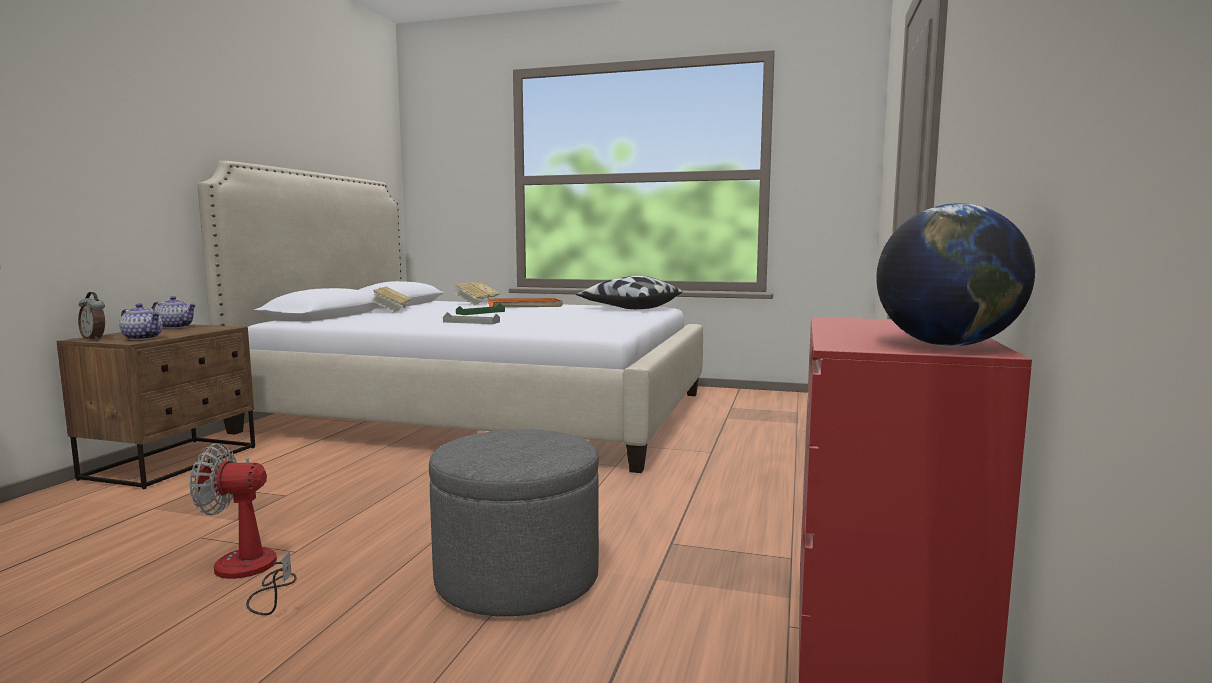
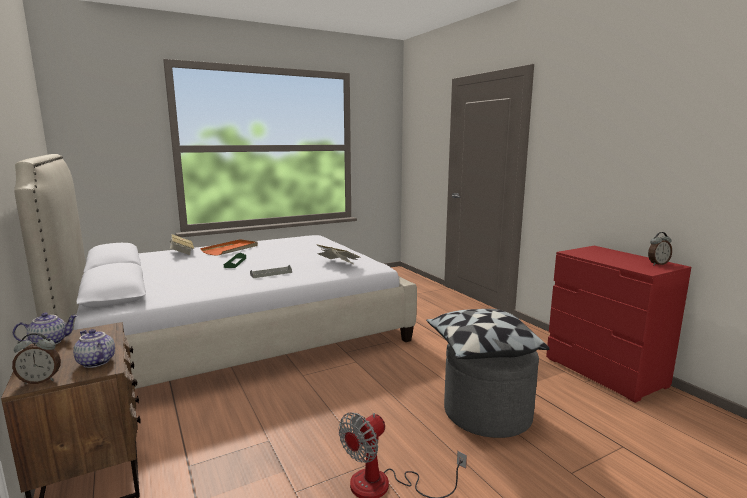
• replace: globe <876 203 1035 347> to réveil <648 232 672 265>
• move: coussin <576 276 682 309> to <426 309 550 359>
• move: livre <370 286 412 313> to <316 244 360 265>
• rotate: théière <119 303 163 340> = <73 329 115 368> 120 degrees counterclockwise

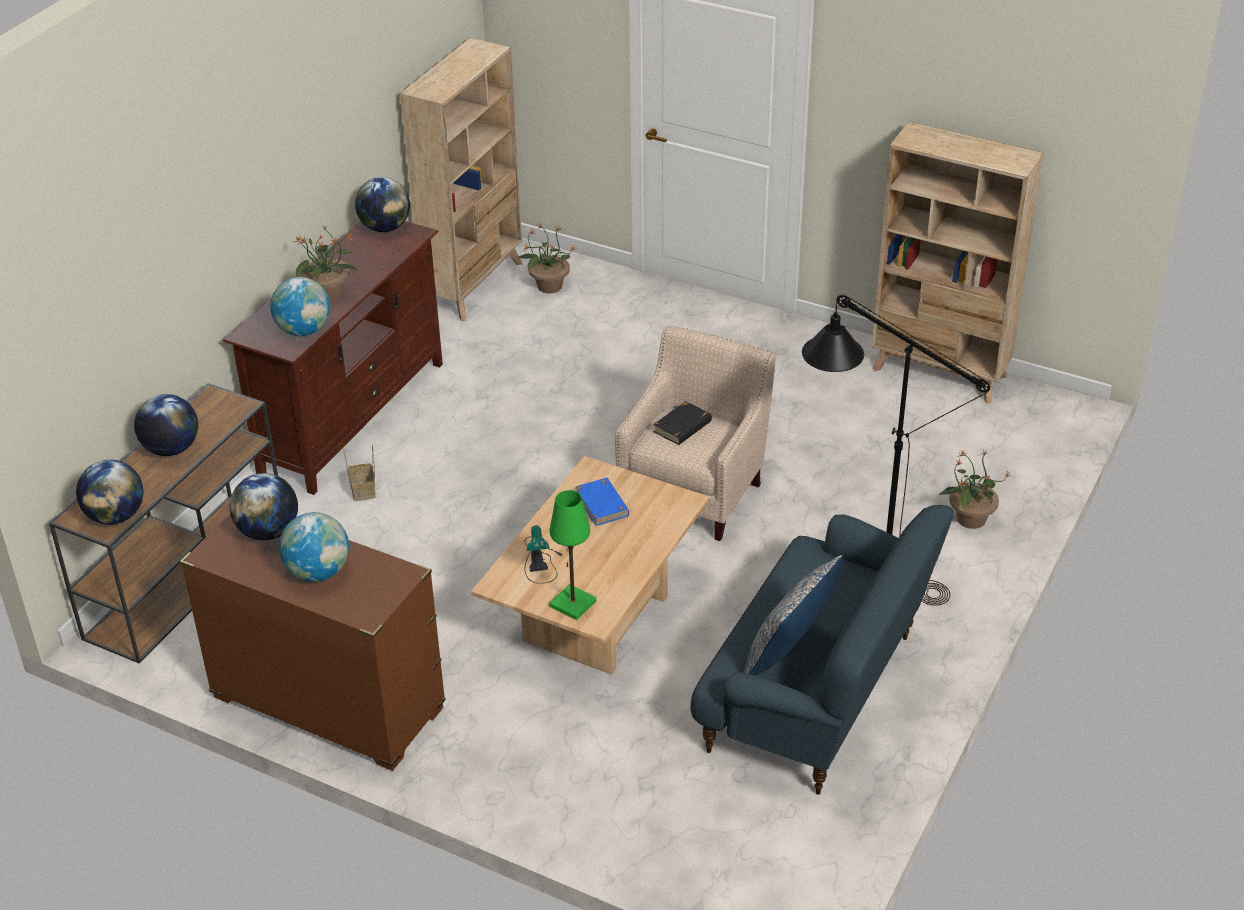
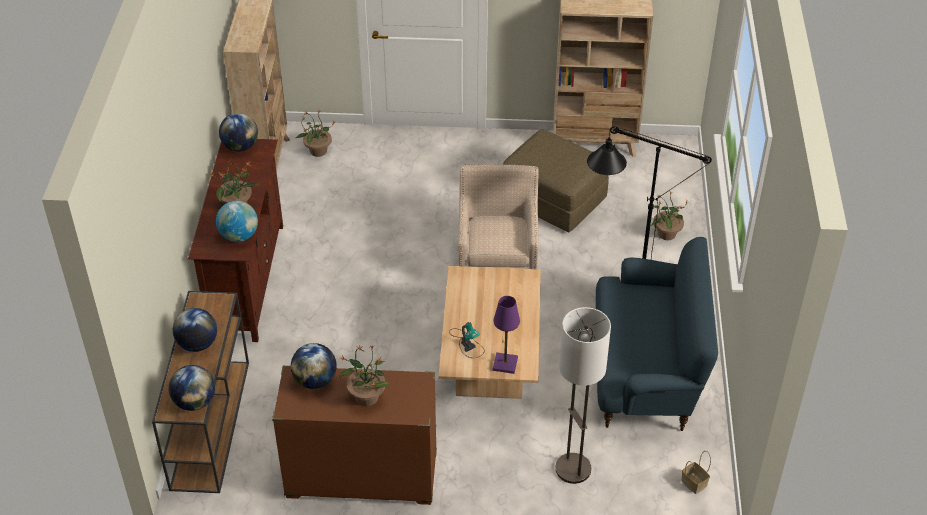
• delete: livre (noir) <653 401 712 445>
• move: panier <344 444 375 501> to <681 451 711 494>
• delete: livre (bleu) <575 477 629 526>
• recolor: lampe de table (vert) <549 490 596 620> to lampe de table (violet) <493 296 520 374>
• replace: globe <279 512 349 582> to plante en pot <339 344 390 406>
• delete: coussin <744 555 843 675>
• insert: pouf (marron) <503 129 609 232>
• insert: lampadaire <555 307 611 484>

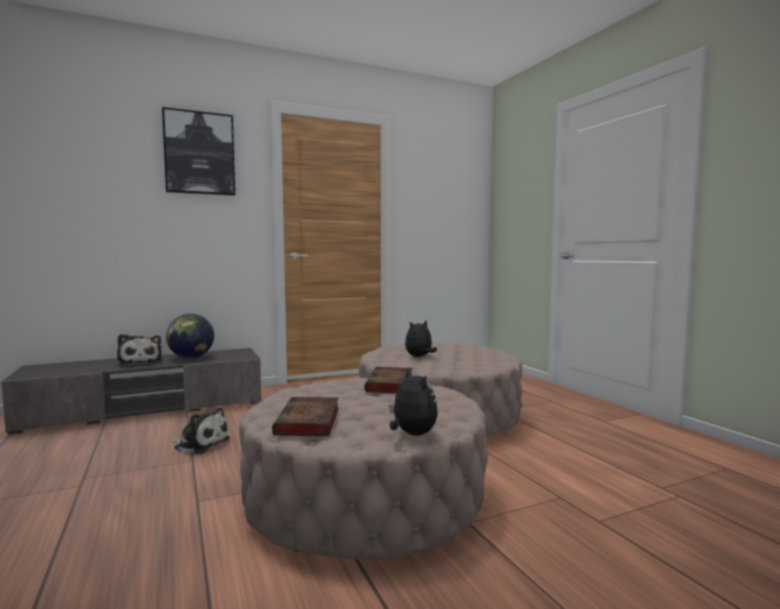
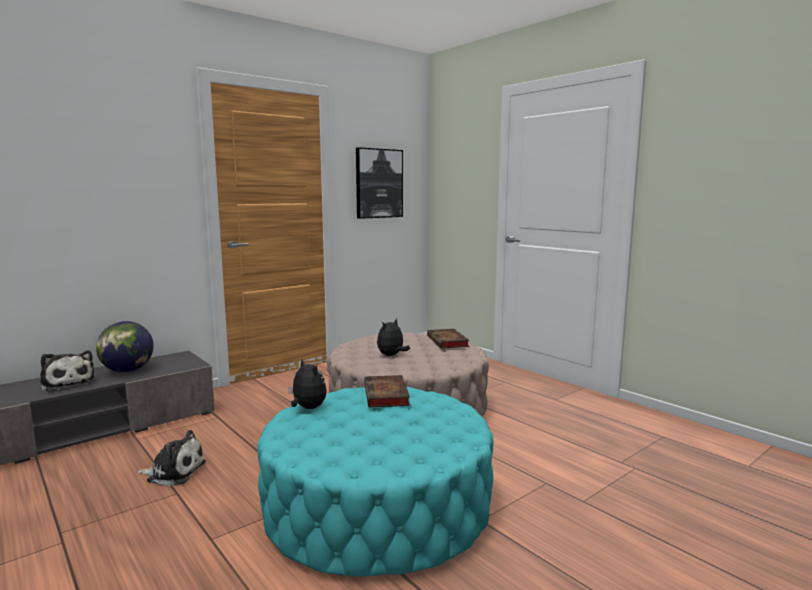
• move: tableau <162 107 235 196> to <356 147 403 219>
• move: peluche <389 368 438 436> to <288 359 327 409>
• recolor: pouf (beige) <239 378 487 559> to pouf (turquoise) <257 387 493 576>
• move: livre <272 397 339 436> to <427 329 469 349>

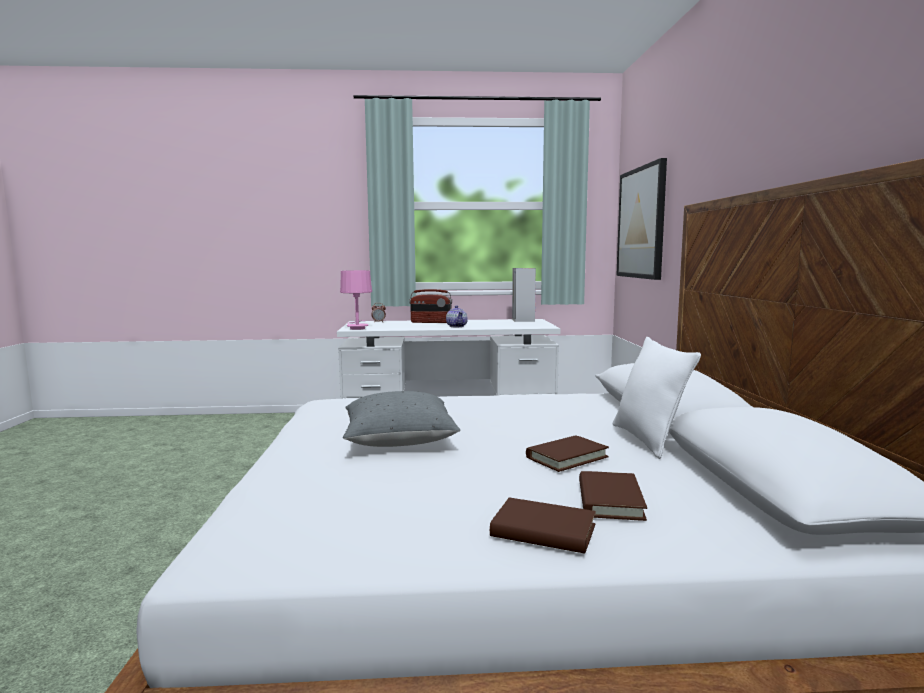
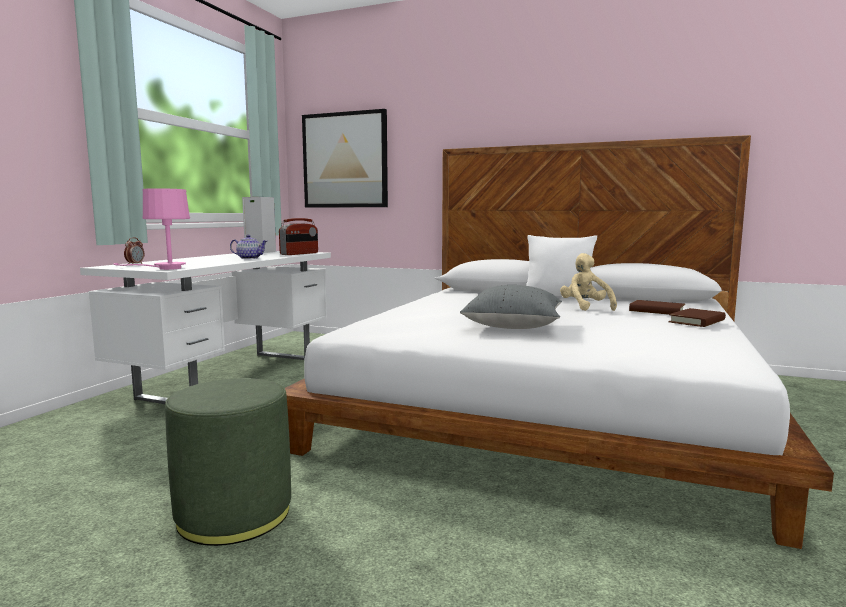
• move: radio <409 289 452 323> to <279 218 318 255>
• replace: livre (marron) <526 435 609 472> to peluche (beige) <560 253 617 311>
• insert: pouf (vert) <165 378 291 546>

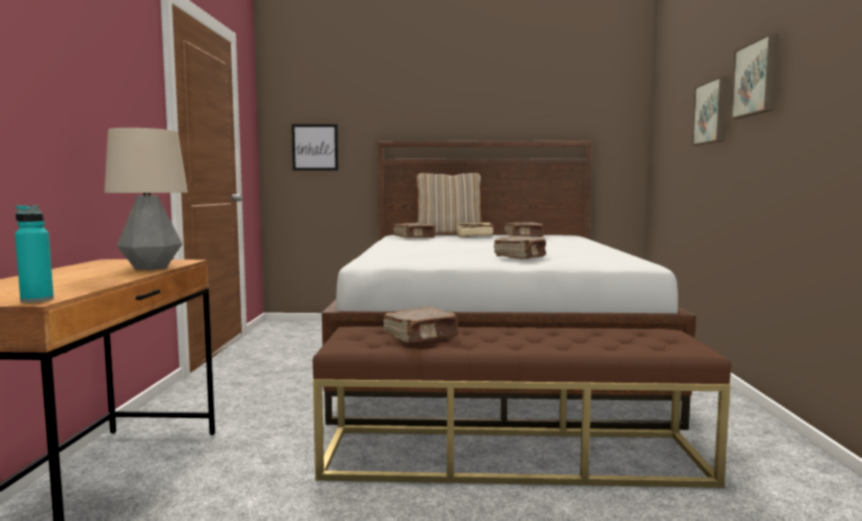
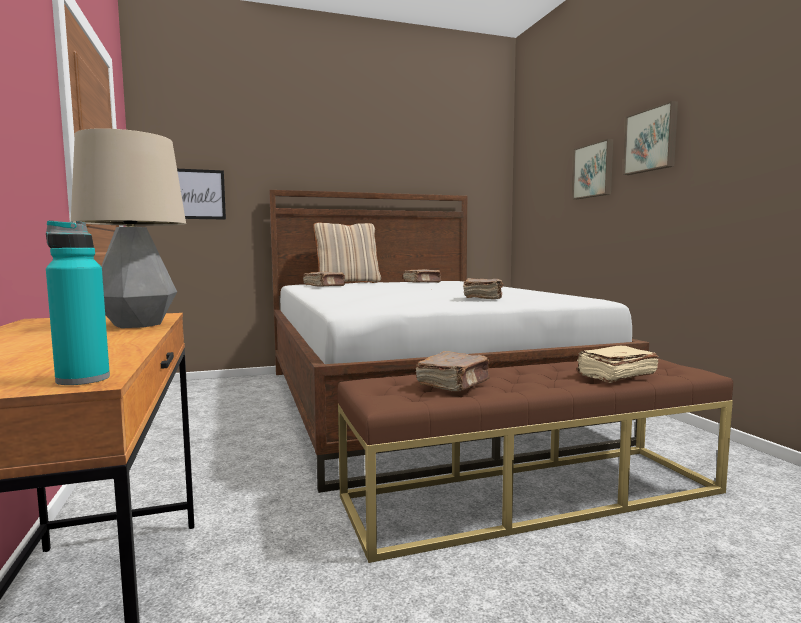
• move: livre (beige) <457 223 494 237> to <577 346 659 383>

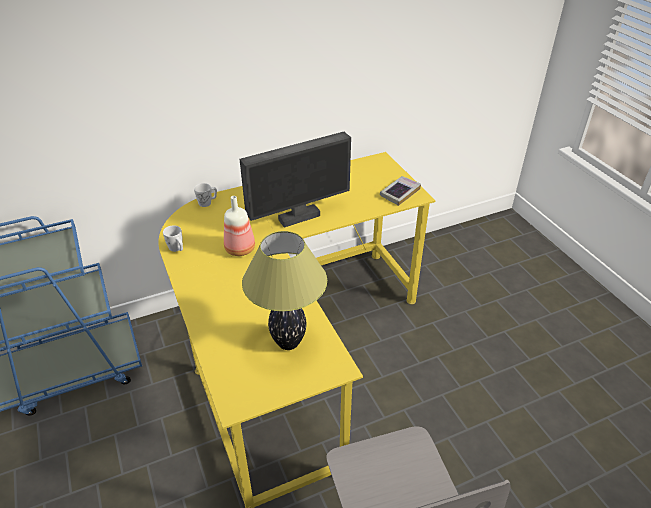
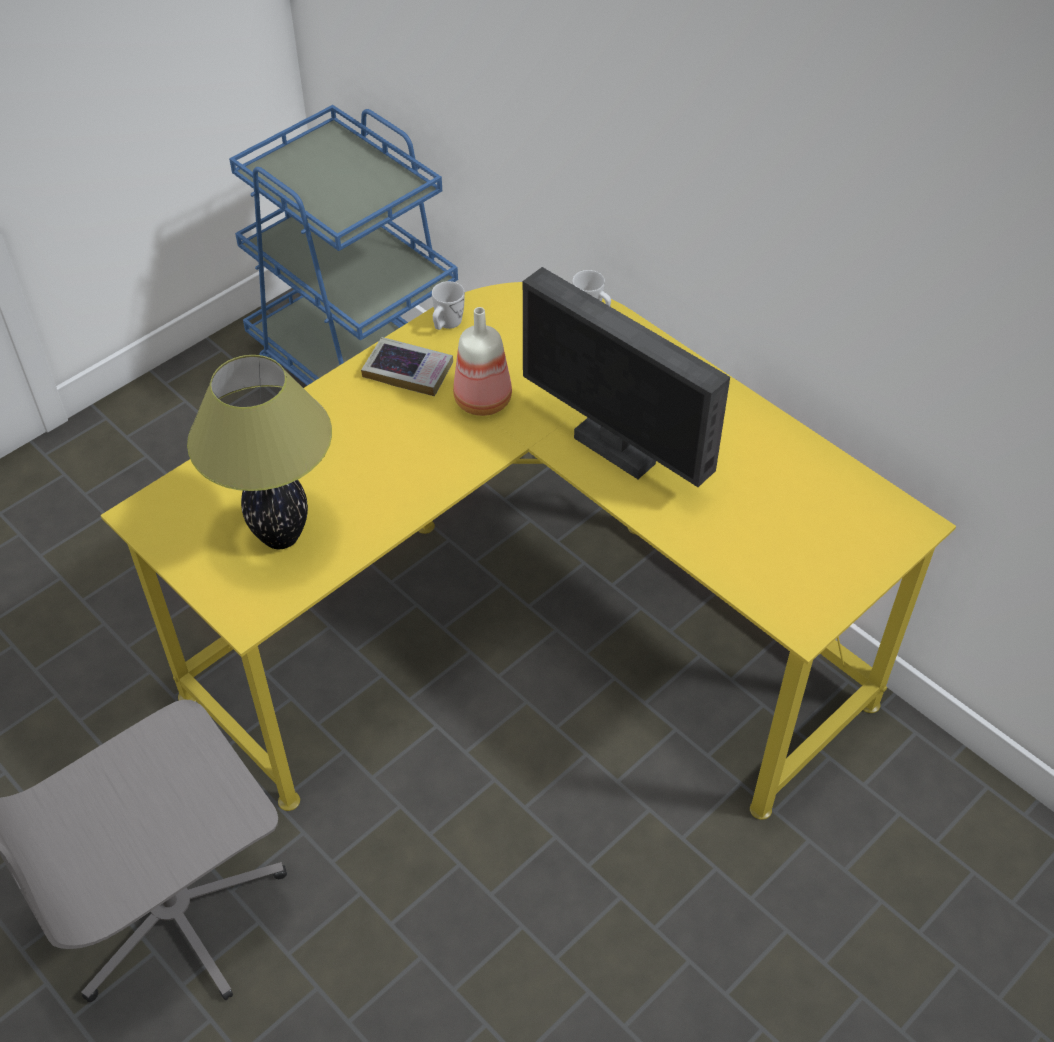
• move: livre <380 176 421 206> to <361 337 453 396>

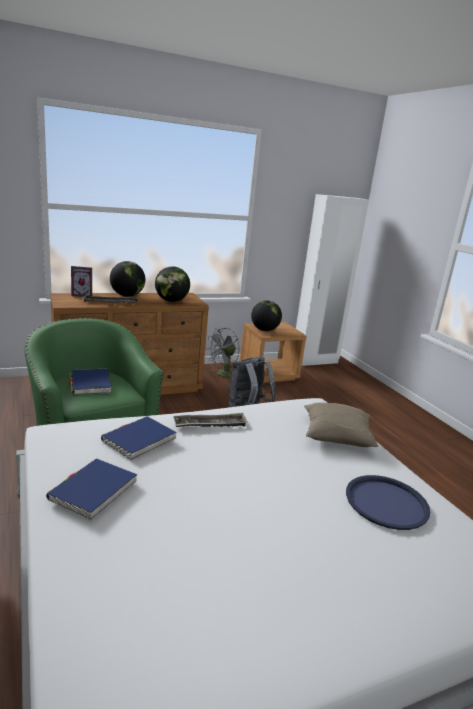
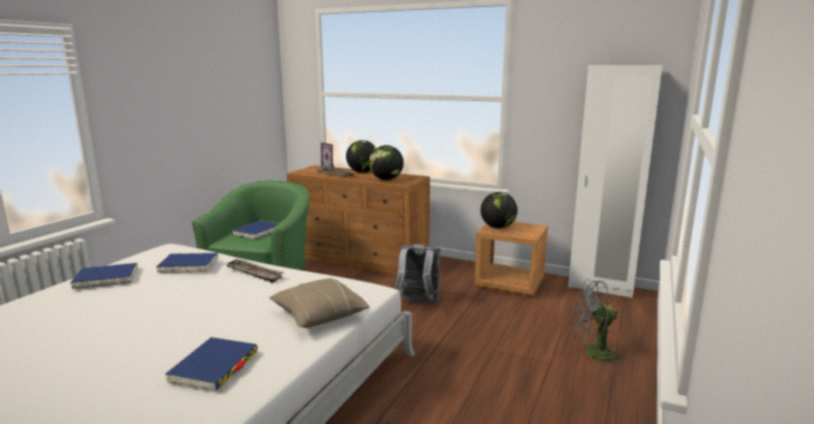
• move: ventilateur (gris) <206 328 239 377> to <573 279 626 367>
• replace: plateau (bleu) <346 475 431 530> to livre (bleu) <165 337 258 390>

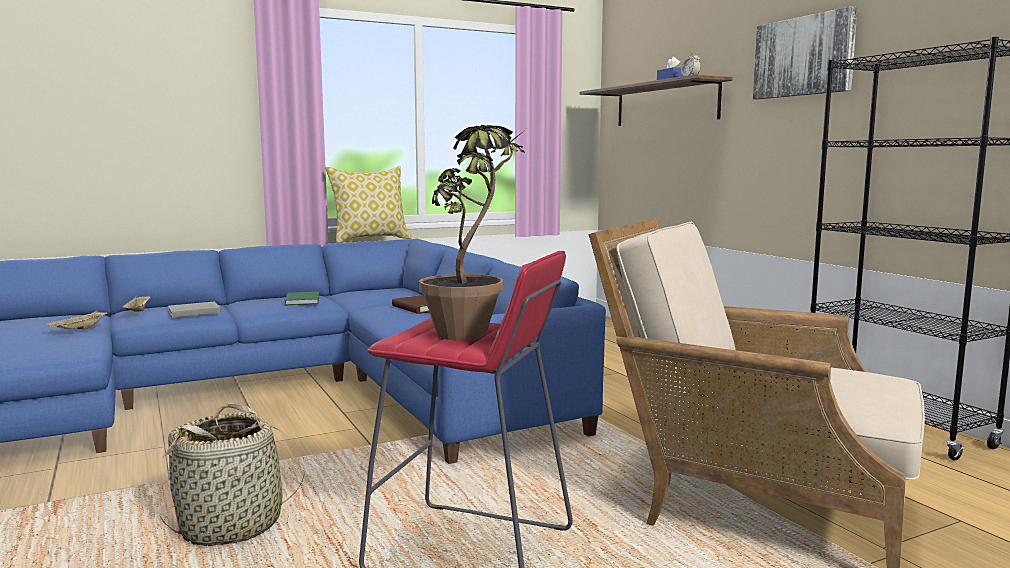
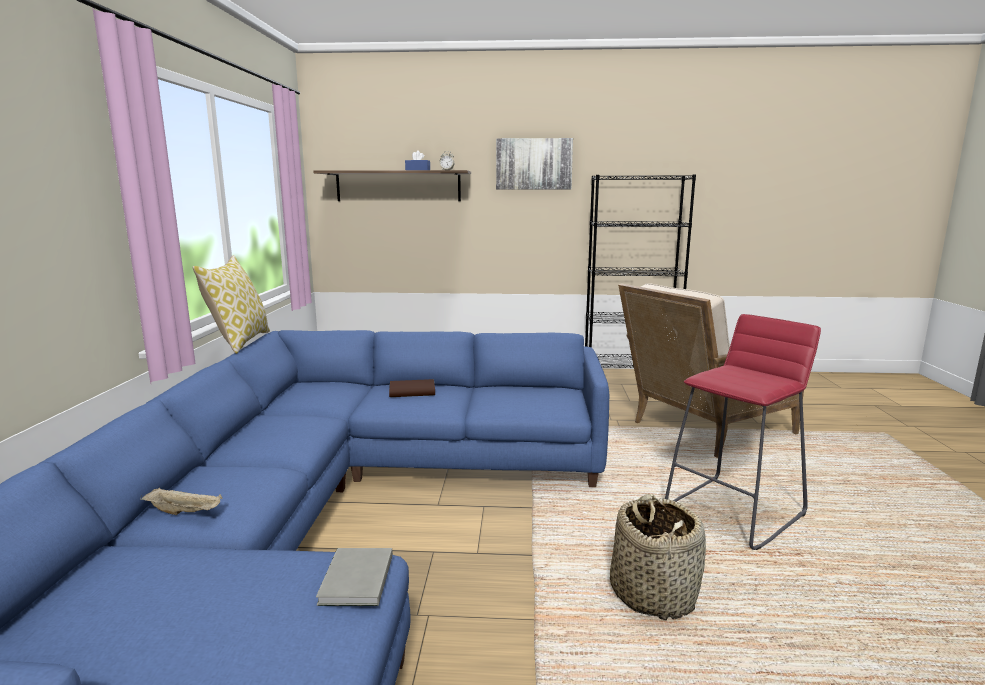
• delete: plante en pot <419 125 525 340>
• delete: livre (vert) <285 291 319 305>
• move: livre (gris) <168 302 220 317> to <316 548 393 606>
• delete: plateau (beige) <45 310 107 329>

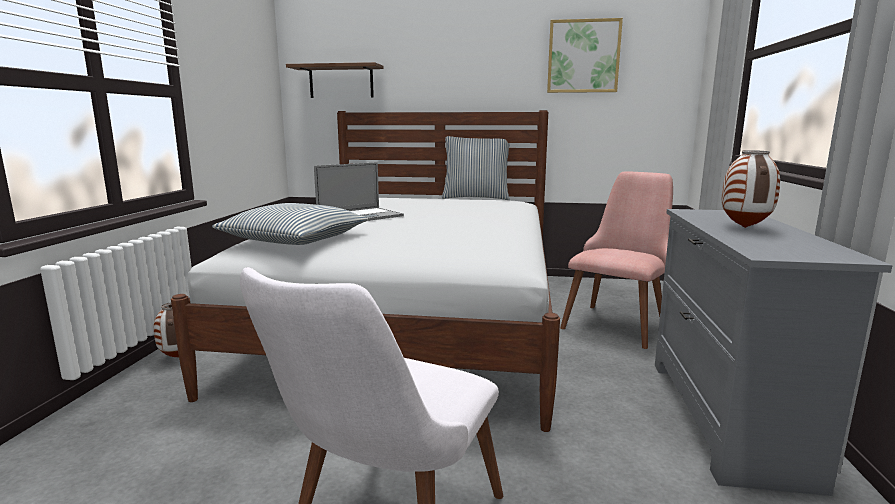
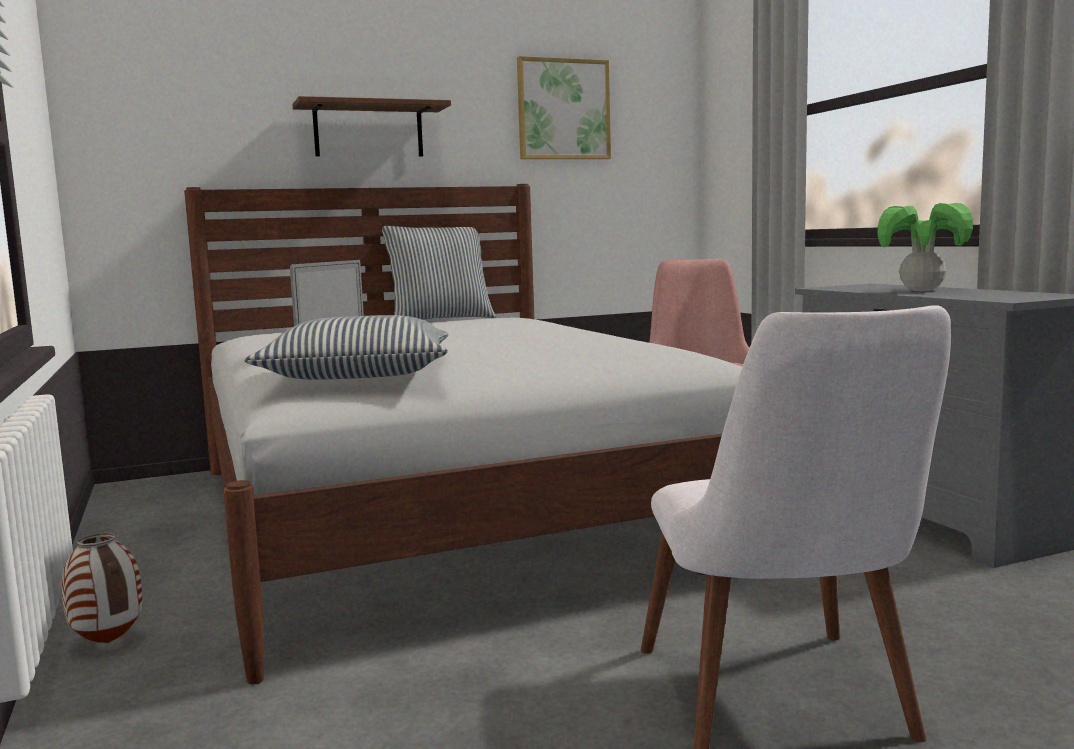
• move: étagère (marron) <286 62 384 98> to <292 96 451 157>
• replace: vase <722 150 780 228> to plante en pot <877 203 973 291>

